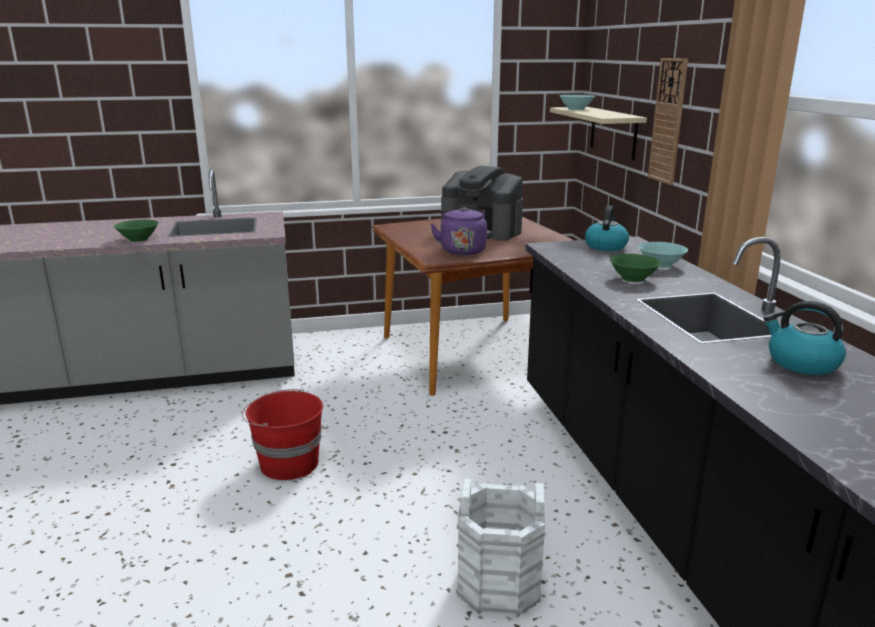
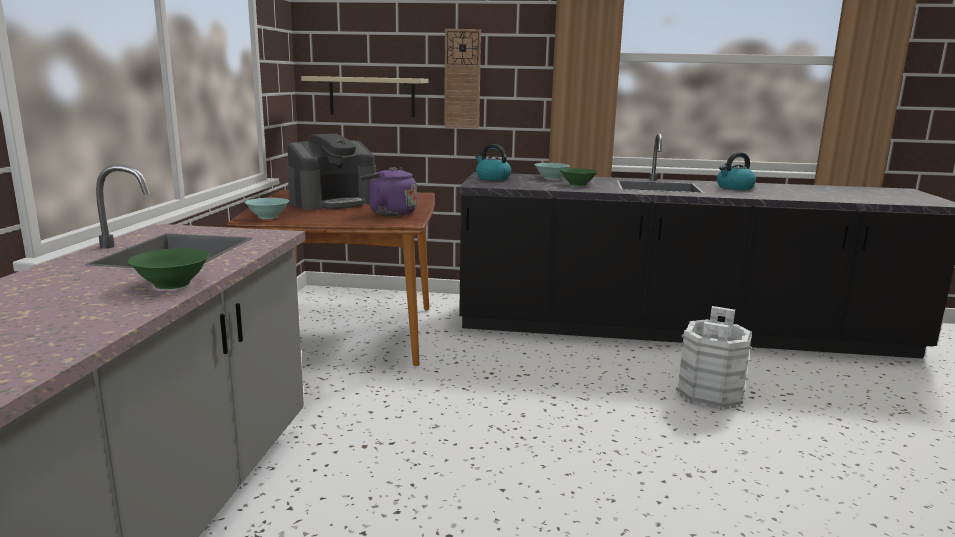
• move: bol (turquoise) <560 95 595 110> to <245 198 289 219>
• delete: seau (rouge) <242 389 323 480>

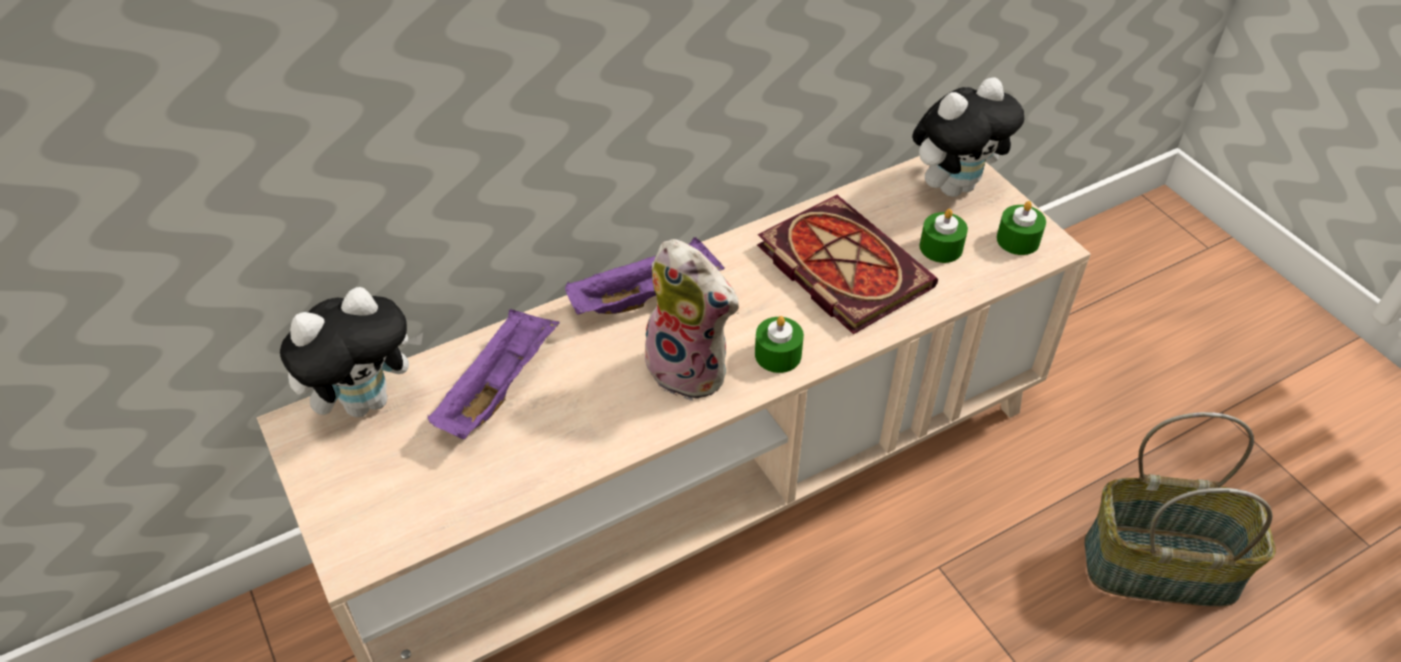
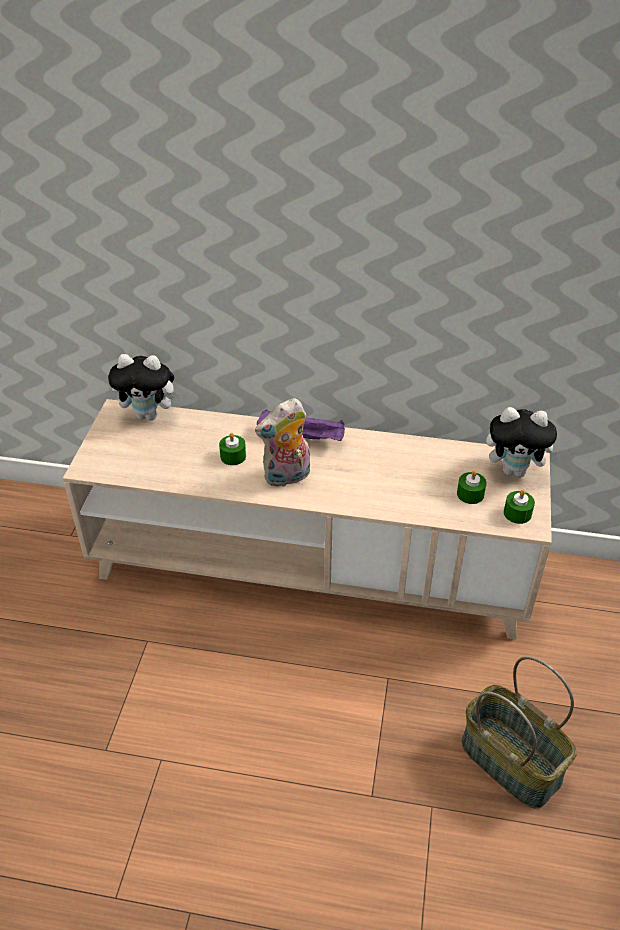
• delete: livre <757 195 938 334>
• rotate: peluche <642 239 739 401> = <255 398 310 487> 75 degrees clockwise
• delete: plateau (violet) <428 308 559 439>
• move: bougie (vert) <755 316 804 373> to <219 433 246 465>

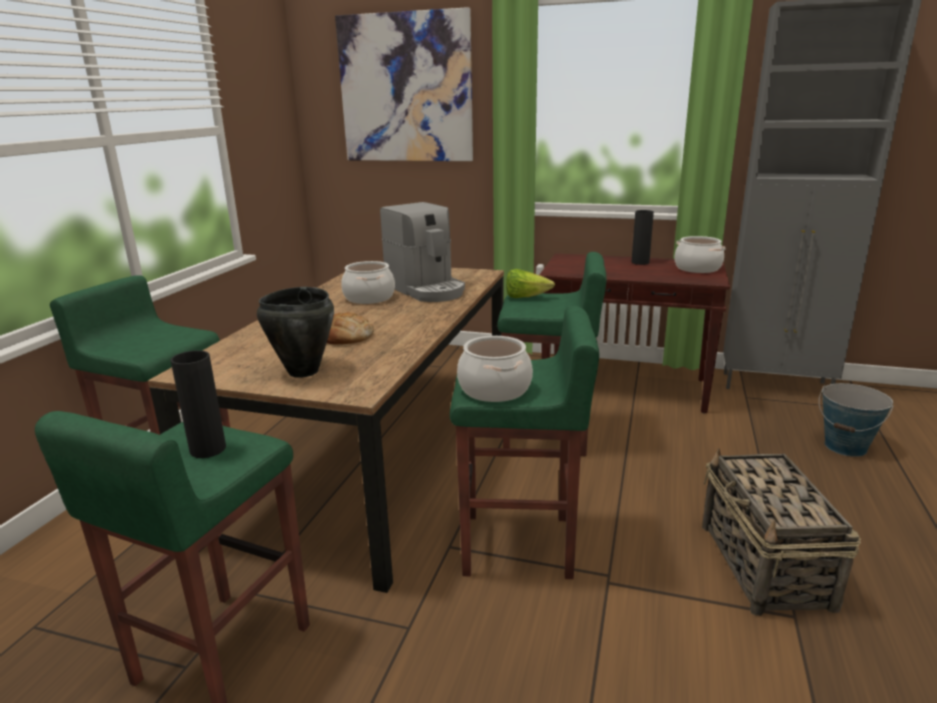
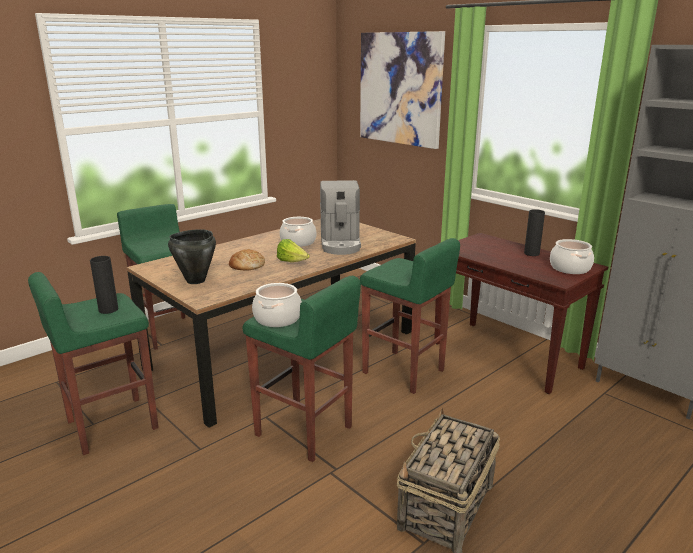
• move: laitue <506 269 555 298> to <277 239 310 262>
• delete: seau <819 383 893 457>

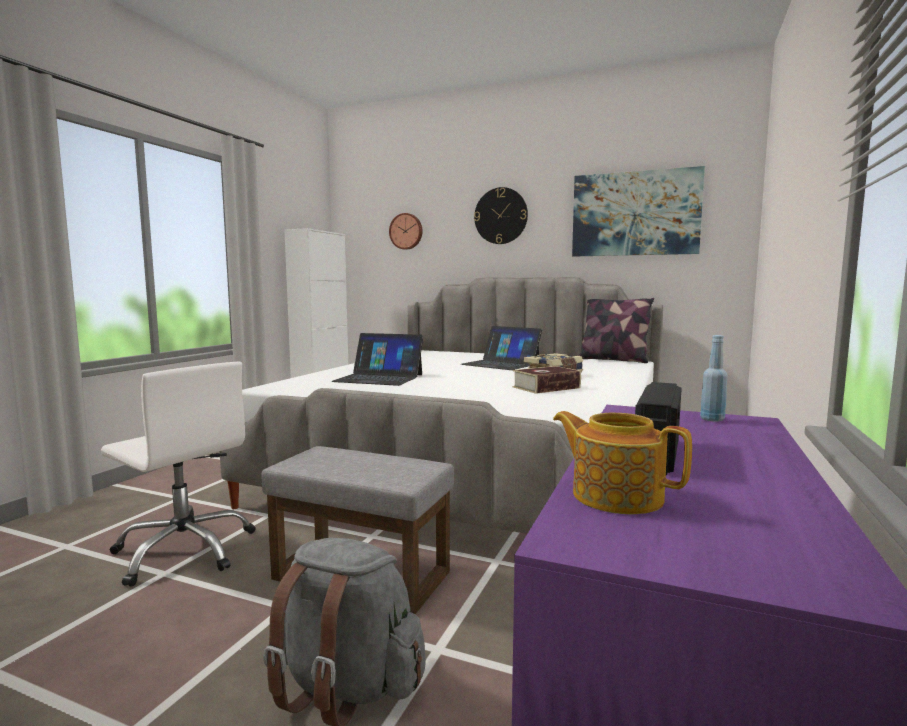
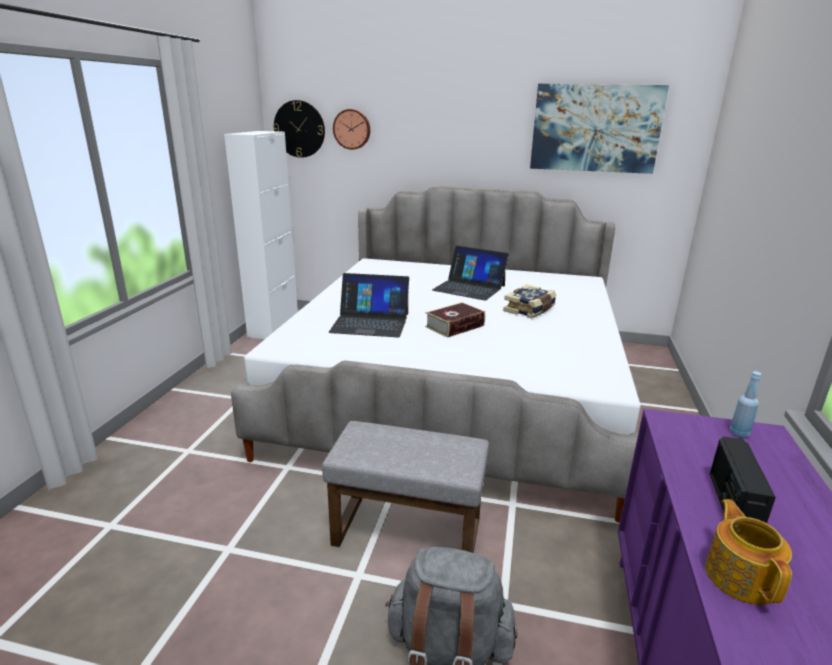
• move: horloge murale <474 187 528 244> to <273 100 325 158>
• delete: coussin <578 298 654 363>
• delete: chaise de bureau (blanc) <101 362 255 587>
• move: livre <513 366 581 394> to <425 302 485 338>
• rotate: théière <553 411 692 514> = <705 499 792 605> 60 degrees clockwise

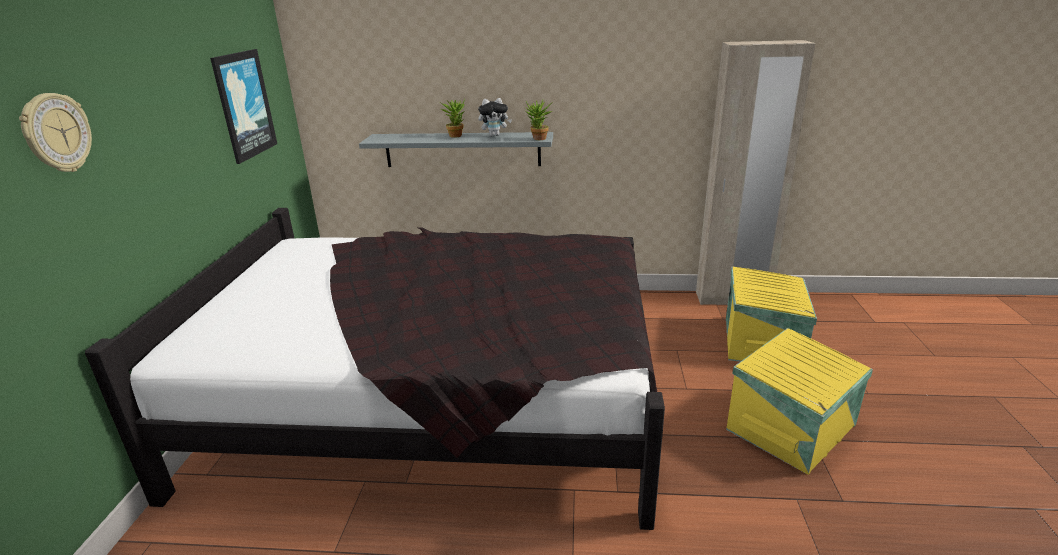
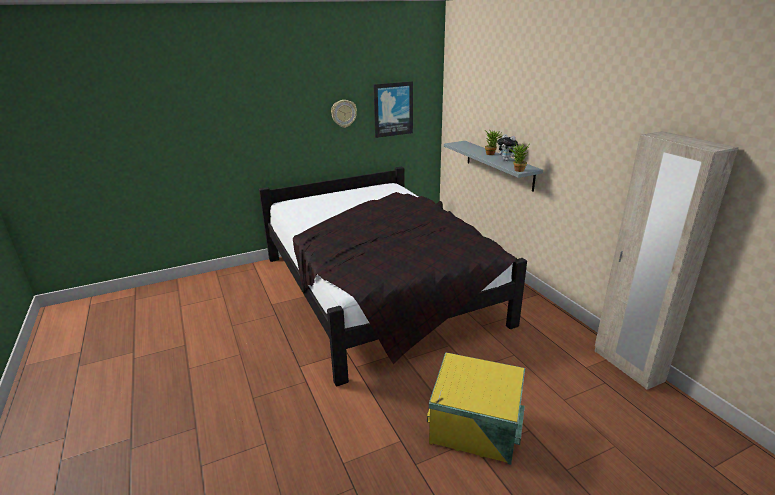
• move: horloge murale <19 93 92 172> to <331 100 357 128>
• delete: boîte de rangement (jaune) <726 267 817 362>

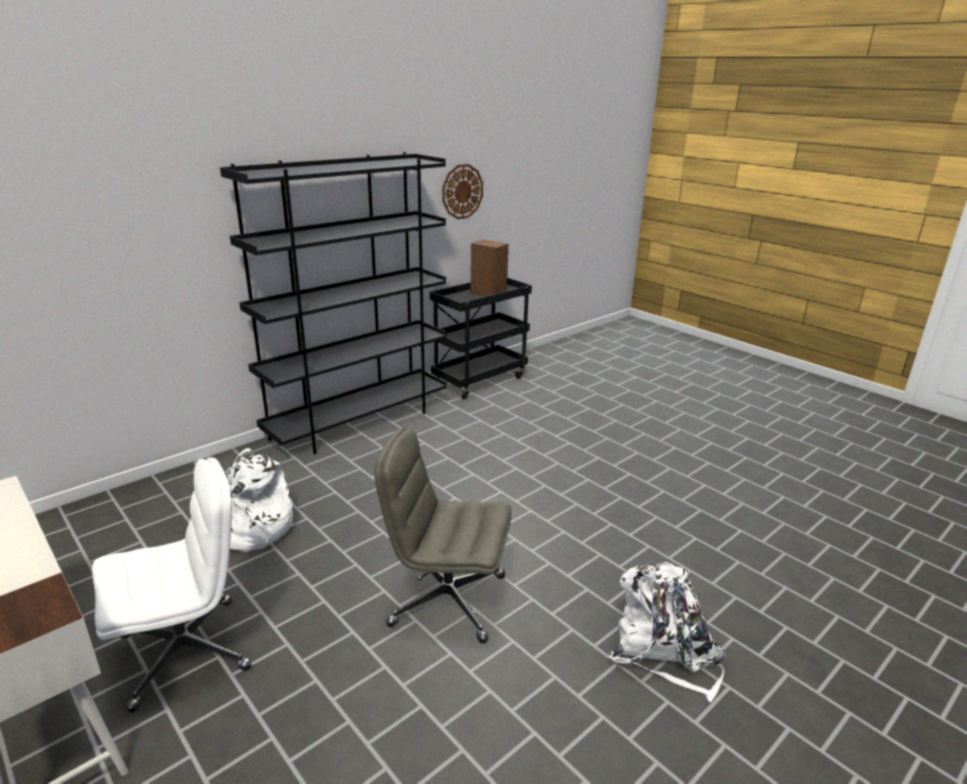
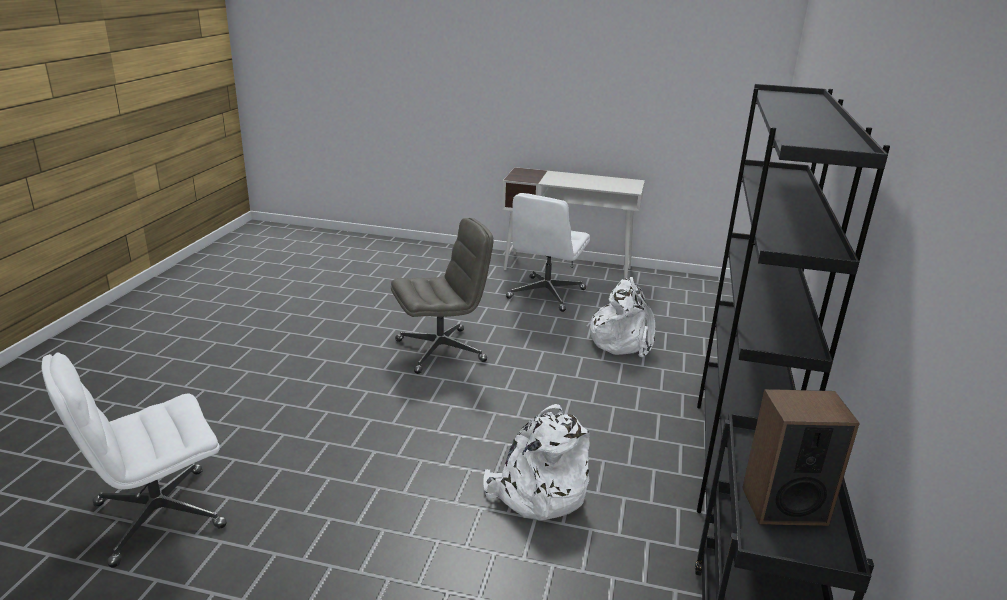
• delete: horloge murale <442 164 483 219>
• move: sac à dos (blanc) <608 562 727 703> to <483 404 590 521>
• insert: chaise de bureau (blanc) <42 352 226 567>

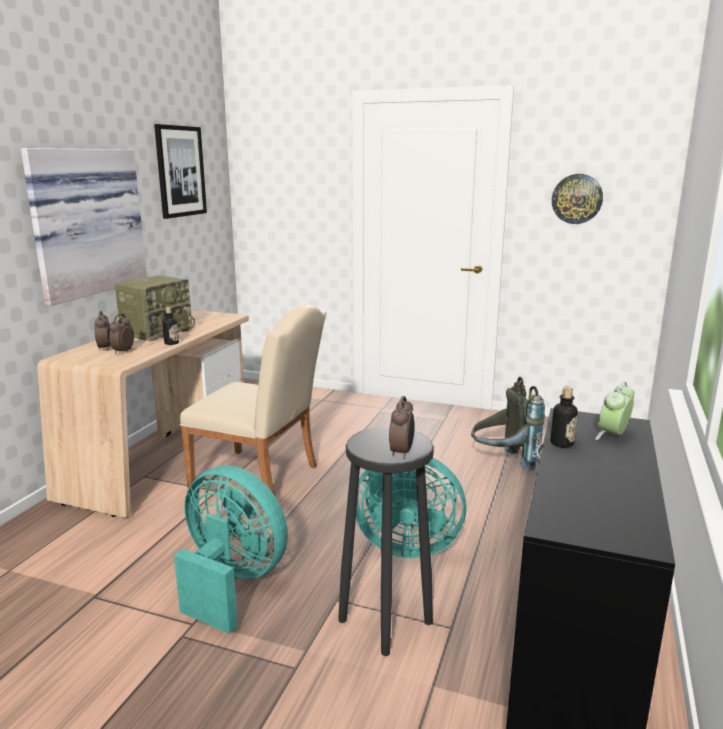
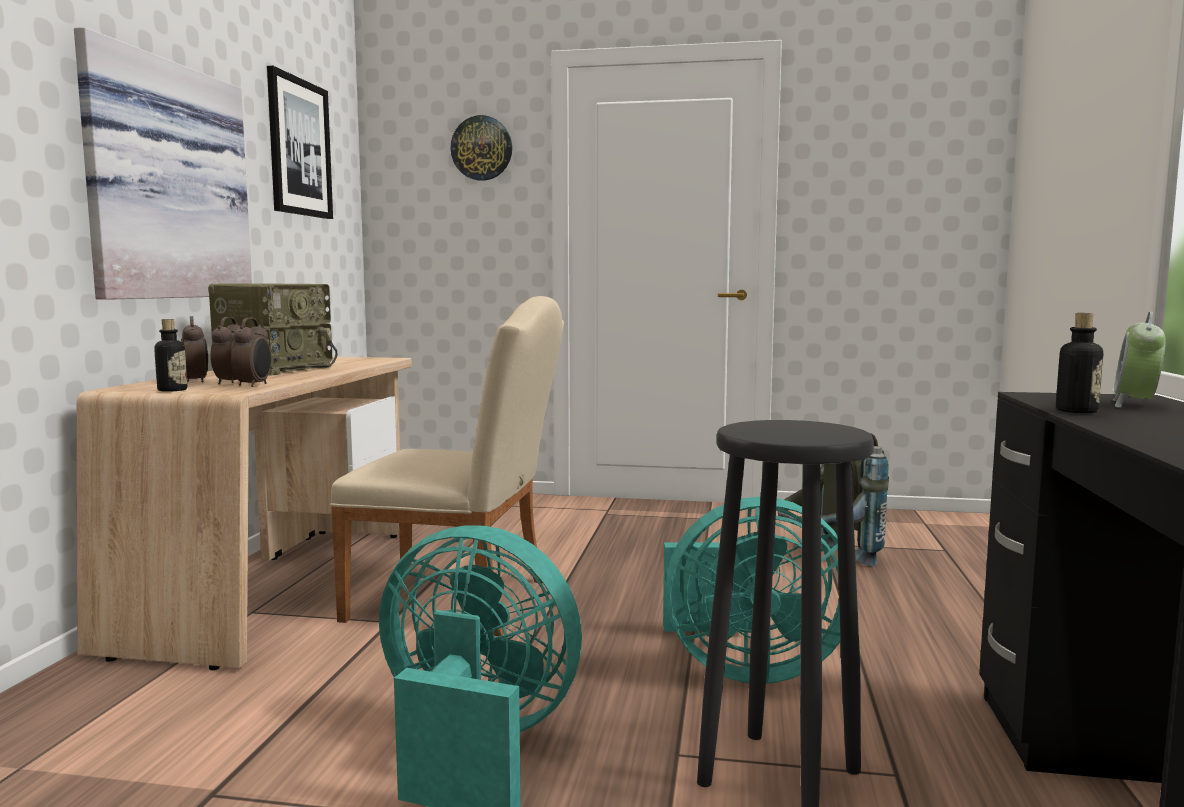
• move: horloge murale <552 174 603 224> to <450 115 512 181>
• move: bouteille <162 307 179 345> to <154 319 187 392>
• move: réveil <389 396 415 459> to <231 318 271 387>

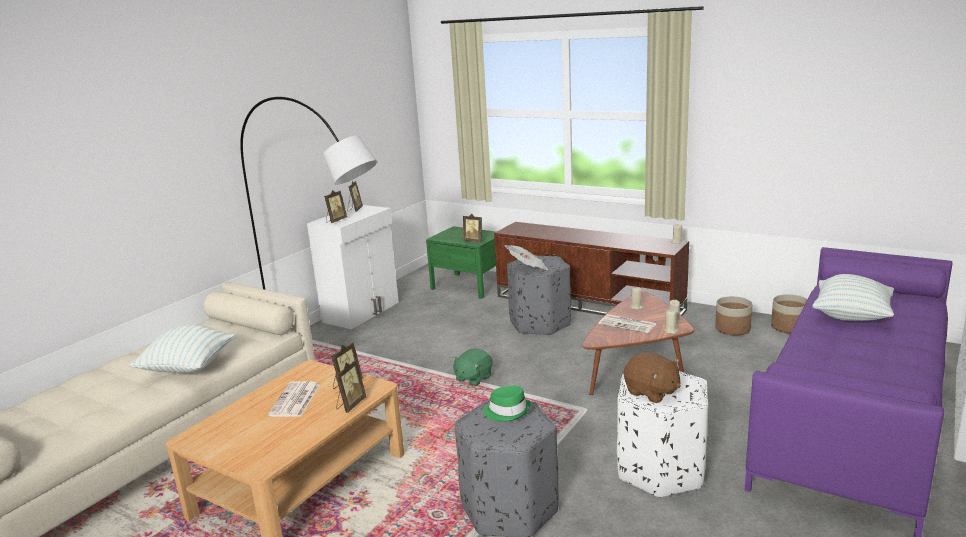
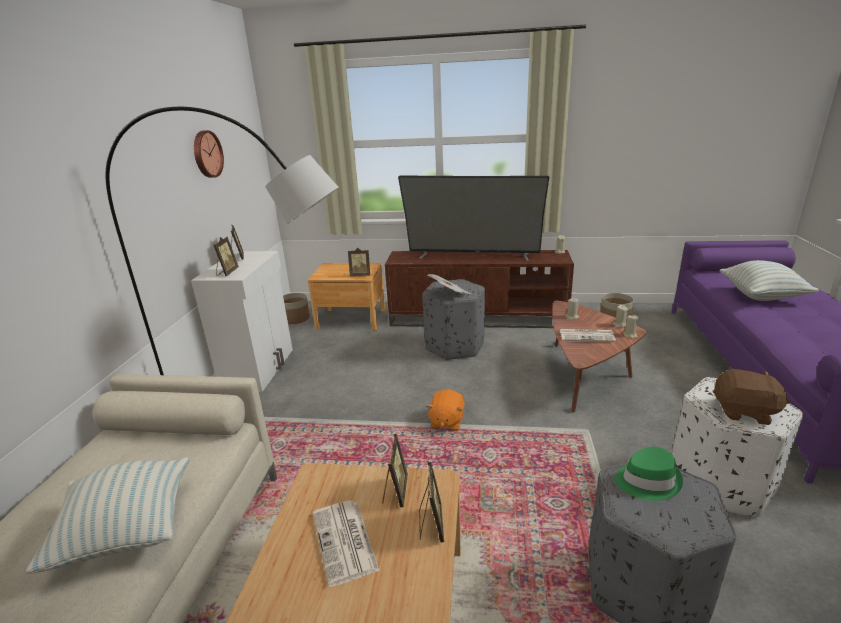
• recolor: table de chevet (vert) <426 226 496 299> to table de chevet (marron) <308 263 385 331>
• move: cache-pot <771 294 807 334> to <283 293 310 324>
• recolor: peluche (vert) <452 349 493 386> to peluche (orange) <426 390 464 431>
• insert: horloge murale <194 130 224 178>
• insert: téléviseur <398 175 549 262>

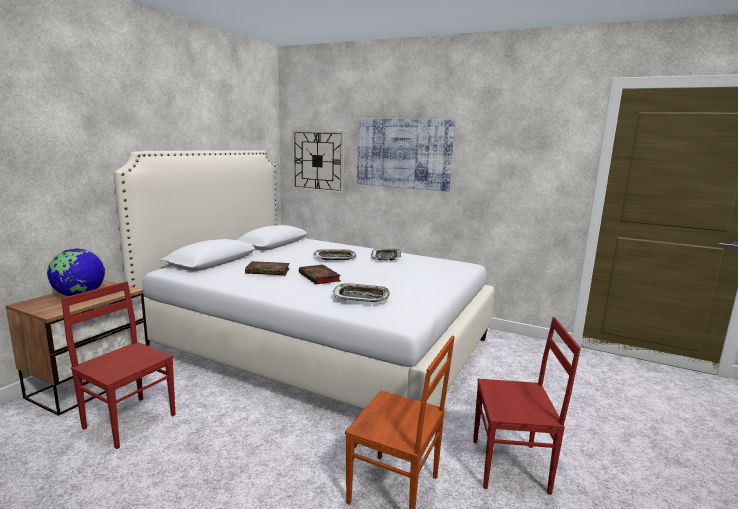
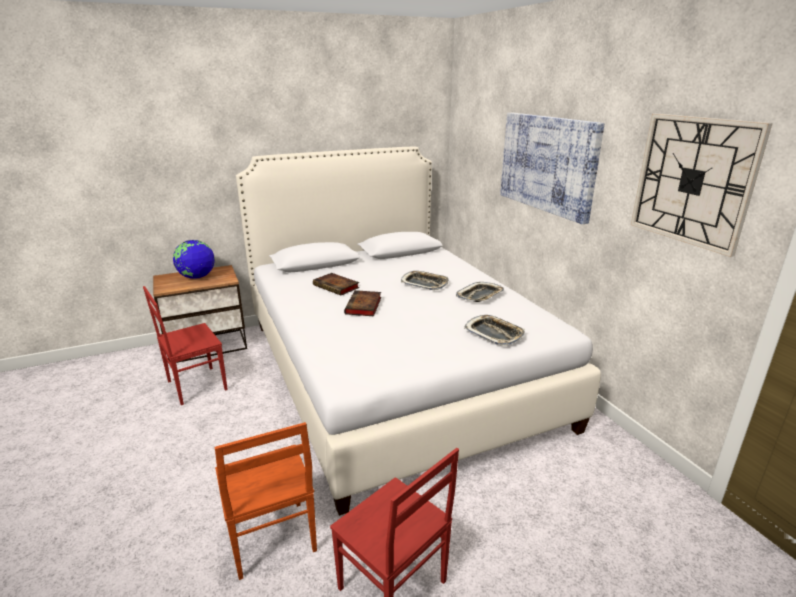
• move: horloge murale <292 130 344 193> to <631 114 772 257>
• rotate: chaise (rouge) <61 281 176 449> = <143 286 228 405> 105 degrees counterclockwise
• move: plateau <333 283 390 302> to <464 315 525 346>

